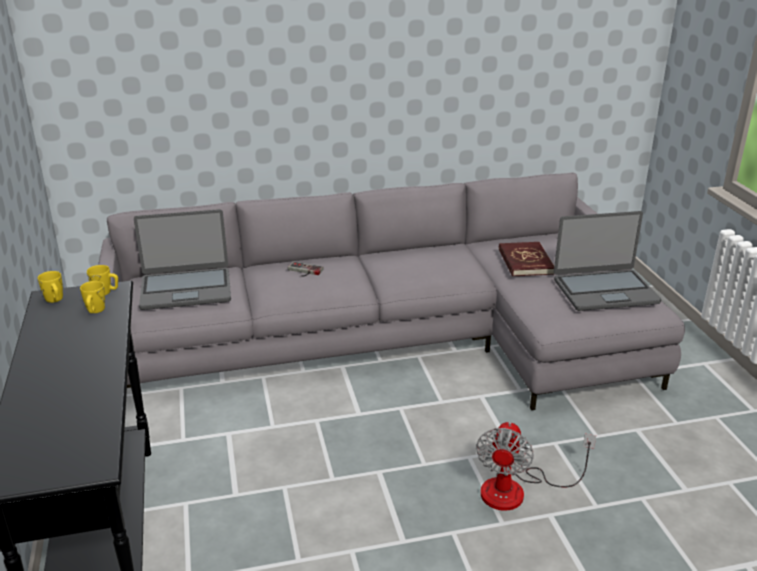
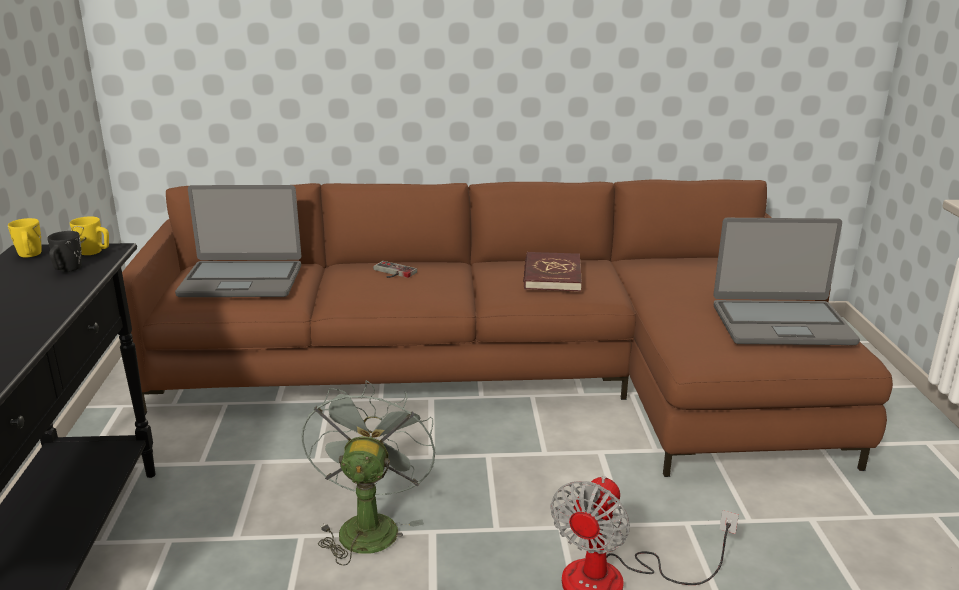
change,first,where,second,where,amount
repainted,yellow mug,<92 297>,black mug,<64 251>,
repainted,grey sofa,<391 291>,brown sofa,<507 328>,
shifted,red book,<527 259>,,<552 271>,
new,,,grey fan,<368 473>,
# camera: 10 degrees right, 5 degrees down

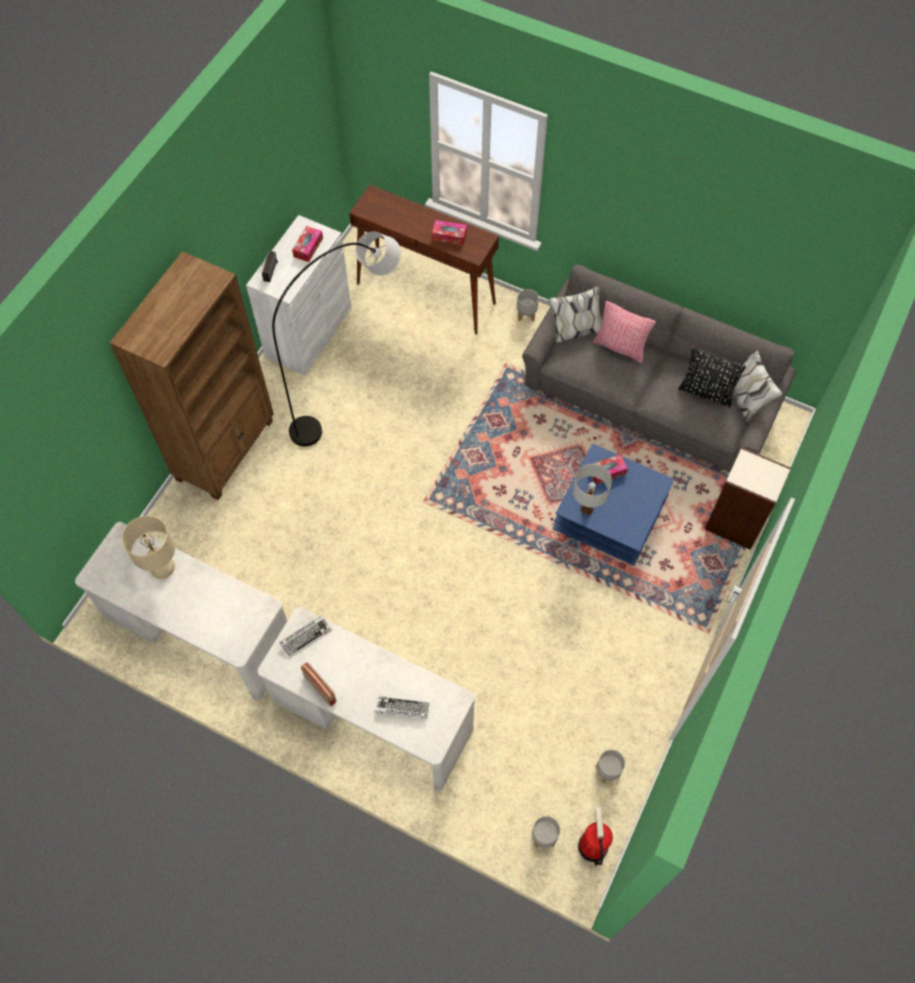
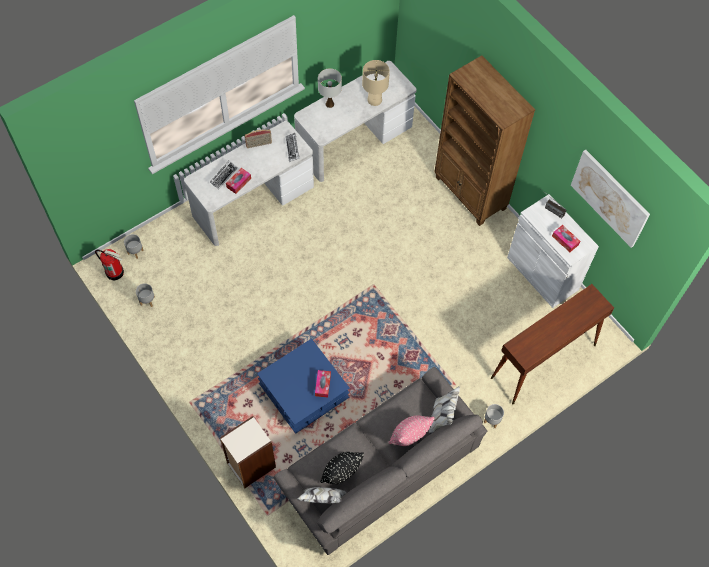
change,first,where,second,where,amount
gone,grey floor lamp,<336 338>,,,
shifted,tissue box,<449 232>,,<238 181>,
shifted,white table lamp,<592 489>,,<330 88>,
new,,,picture,<610 199>,
# camera: 115 degrees right, 0 degrees up

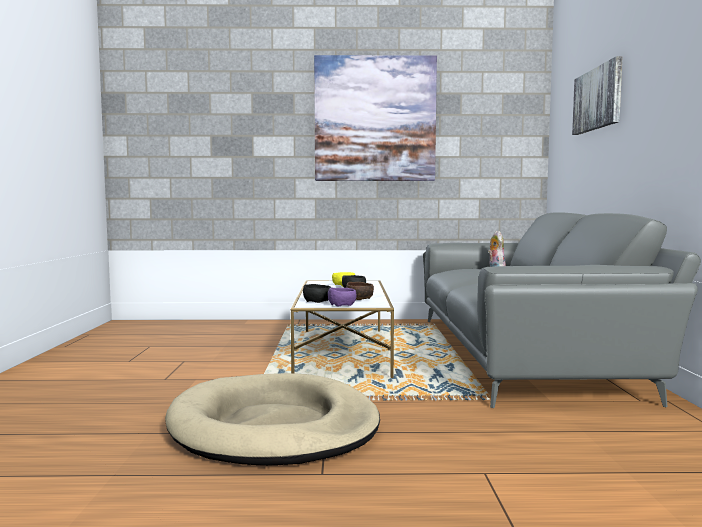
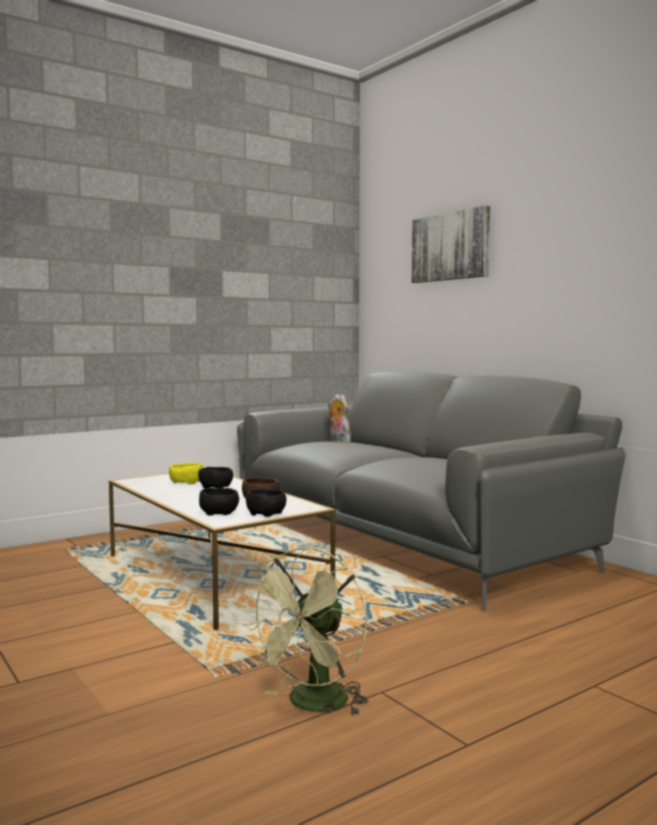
change,first,where,second,where,amount
swapped,beige dog bed,<272 419>,green fan,<305 631>,
gone,picture,<375 118>,,,
repainted,purple bowl,<342 297>,black bowl,<266 503>,
# camera: 35 degrees left, 0 degrees up

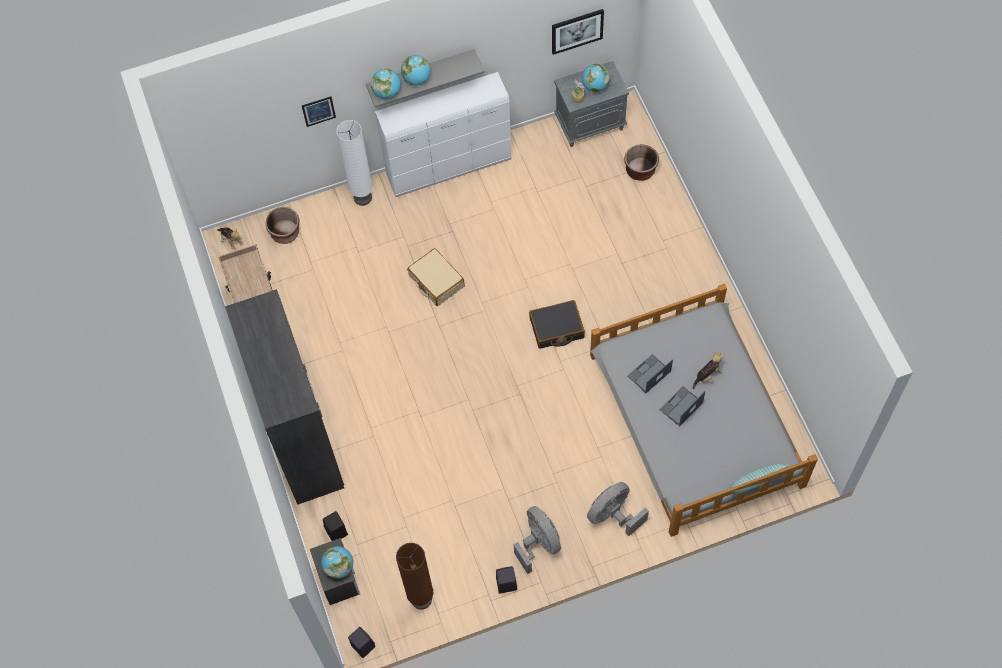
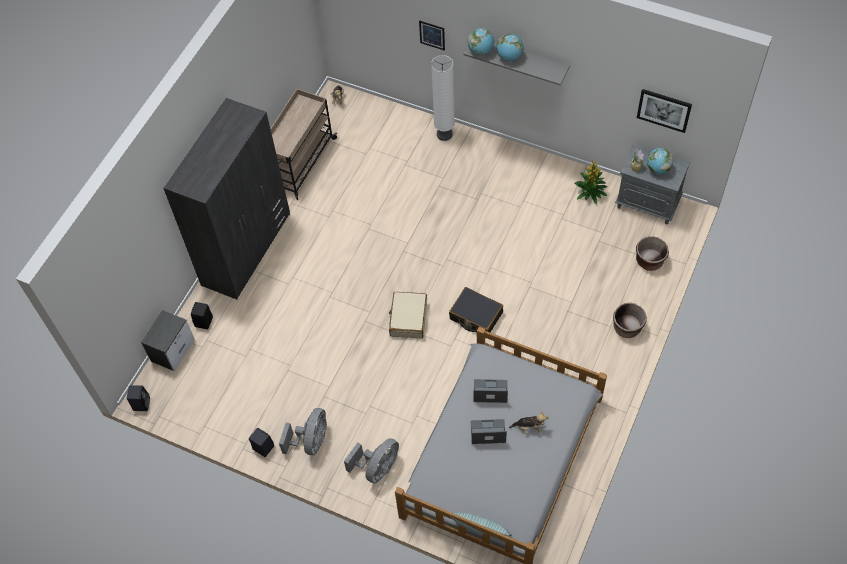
change,first,where,second,where,amount
shifted,brown planter,<282 225>,,<630 320>,
gone,globe,<337 562>,,,
gone,white dresser,<443 134>,,,
gone,brown floor lamp,<415 576>,,,
shifted,beige suitcase,<436 277>,,<408 315>,
rotated,grey fan,<618 509>,,<371 460>,120 degrees clockwise
new,,,potted plant,<590 182>,
# camera: 45 degrees right, 5 degrees down

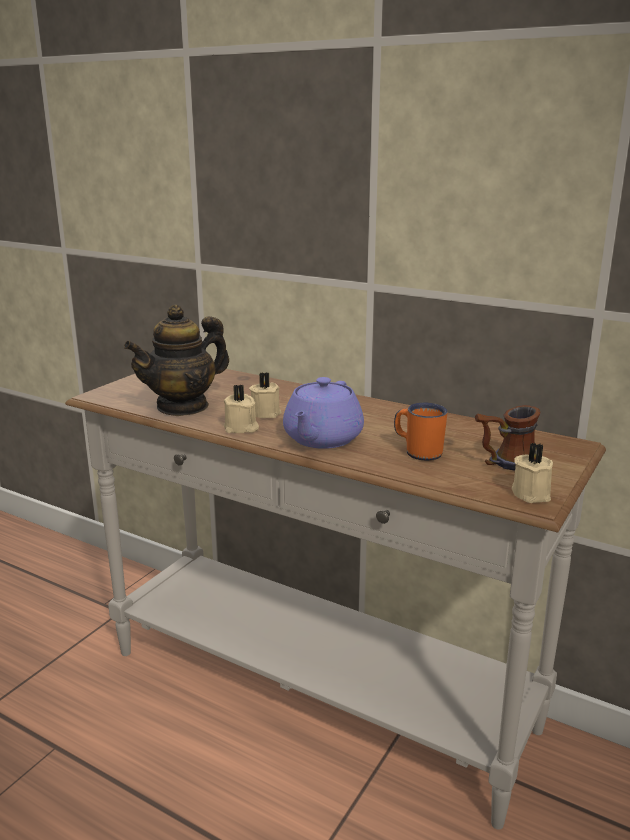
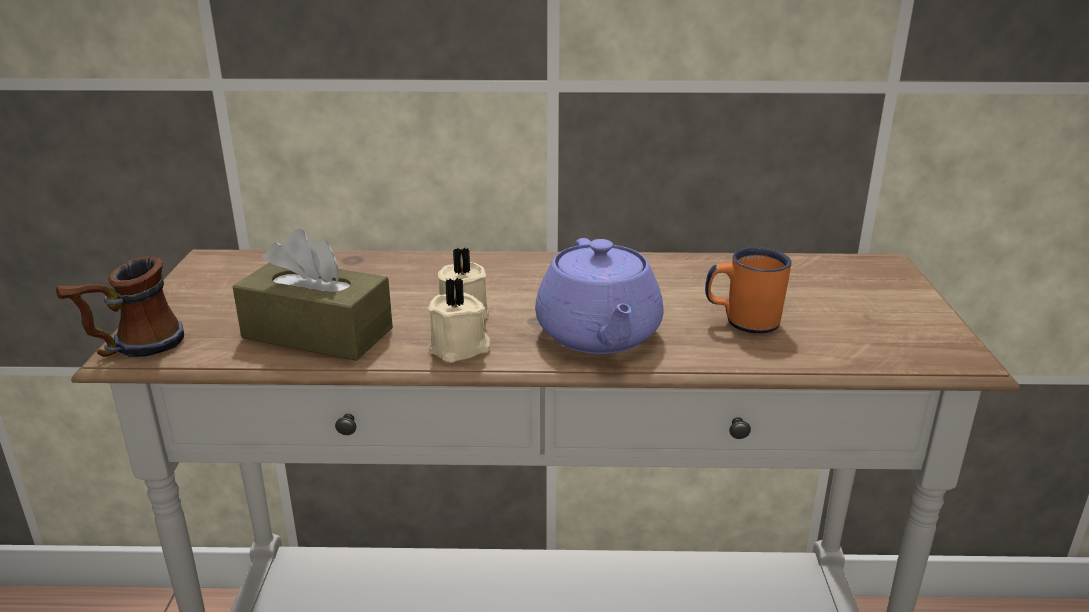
change,first,where,second,where,amount
swapped,teapot,<176 360>,brown tissue box,<312 295>,
shifted,mug,<508 438>,,<120 306>,
gone,beige candle,<532 472>,,,
# camera: 30 degrees left, 5 degrees up

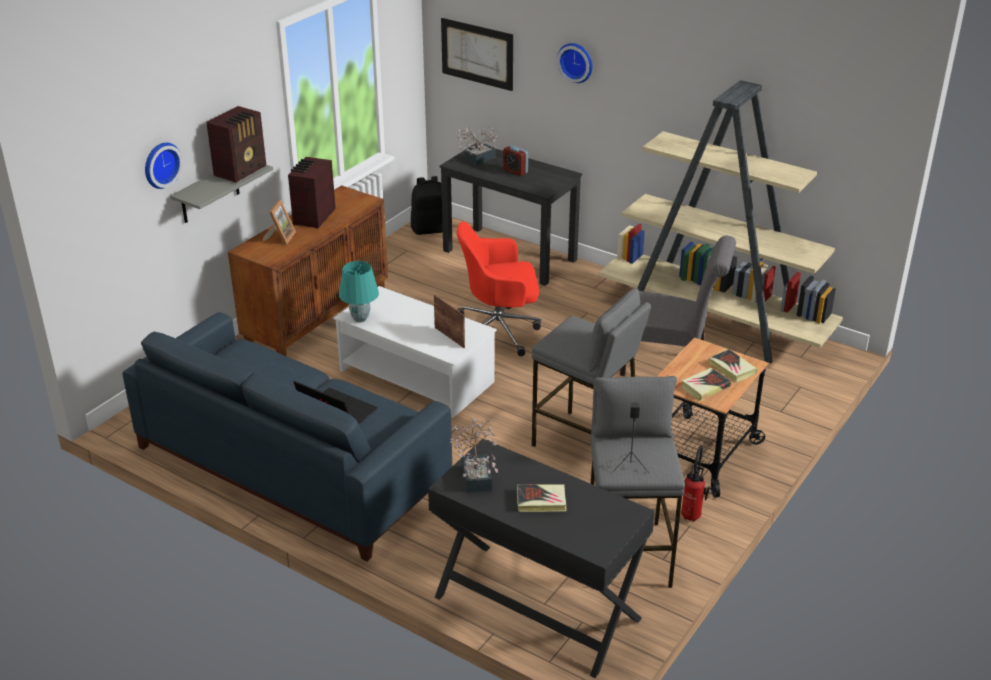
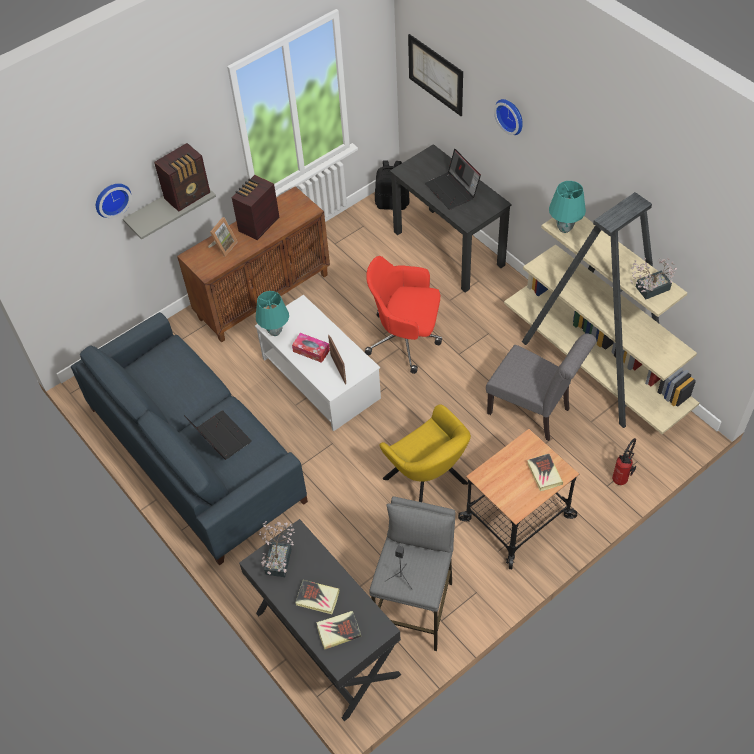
change,first,where,second,where,amount
shifted,potted plant,<477 145>,,<653 278>,
swapped,alarm clock,<515 160>,laptop,<453 179>,
swapped,grey stool,<591 367>,yellow armchair,<425 453>,
shifted,fire extinguisher,<695 483>,,<624 461>,
shifted,book,<706 384>,,<338 630>,
new,,,tissue box,<311 348>,
new,,,turquoise table lamp,<567 207>,
# camera: 20 degrees right, 20 degrees up

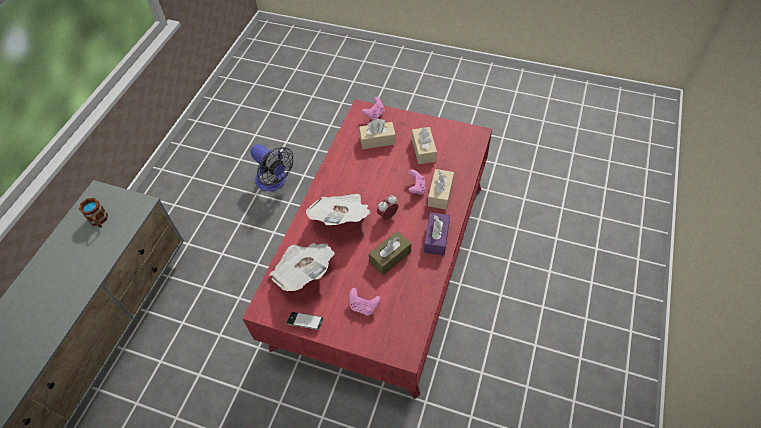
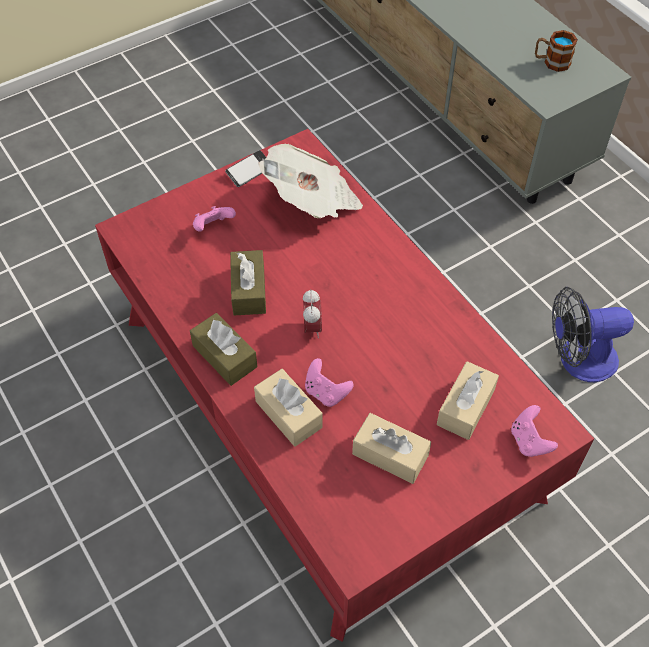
change,first,where,second,where,amount
gone,newspaper,<338 209>,,,
repainted,purple tissue box,<437 234>,brown tissue box,<223 349>,
# camera: 125 degrees right, 0 degrees up

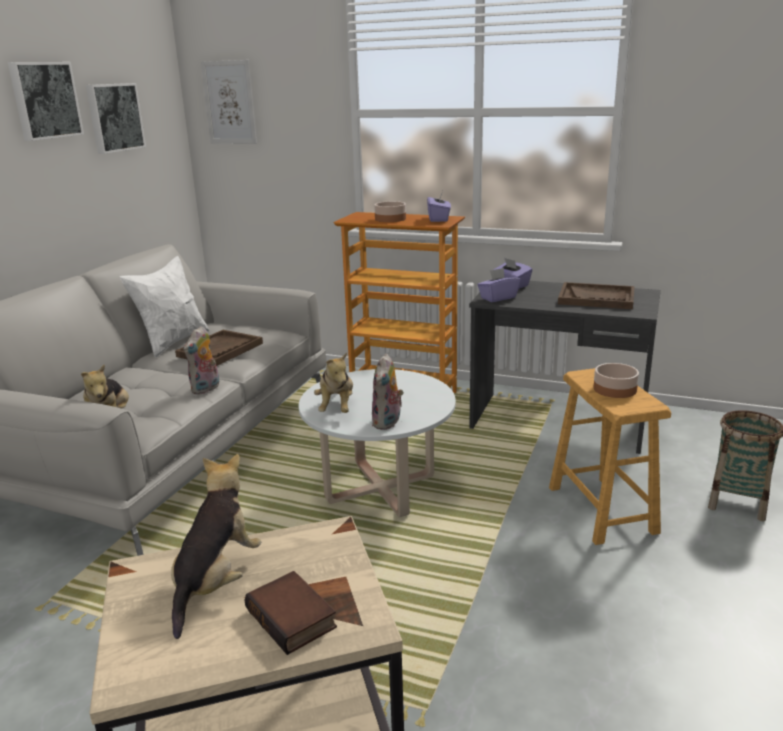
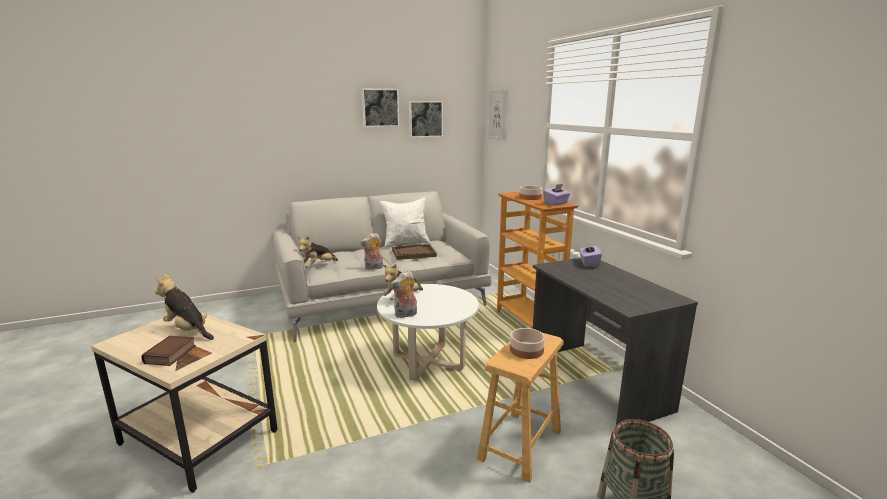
change,first,where,second,where,amount
rotated,plush toy,<216 546>,,<184 307>,120 degrees counterclockwise
gone,purple tissue box,<498 285>,,,
gone,brown tray,<596 295>,,,
# camera: 45 degrees right, 5 degrees down

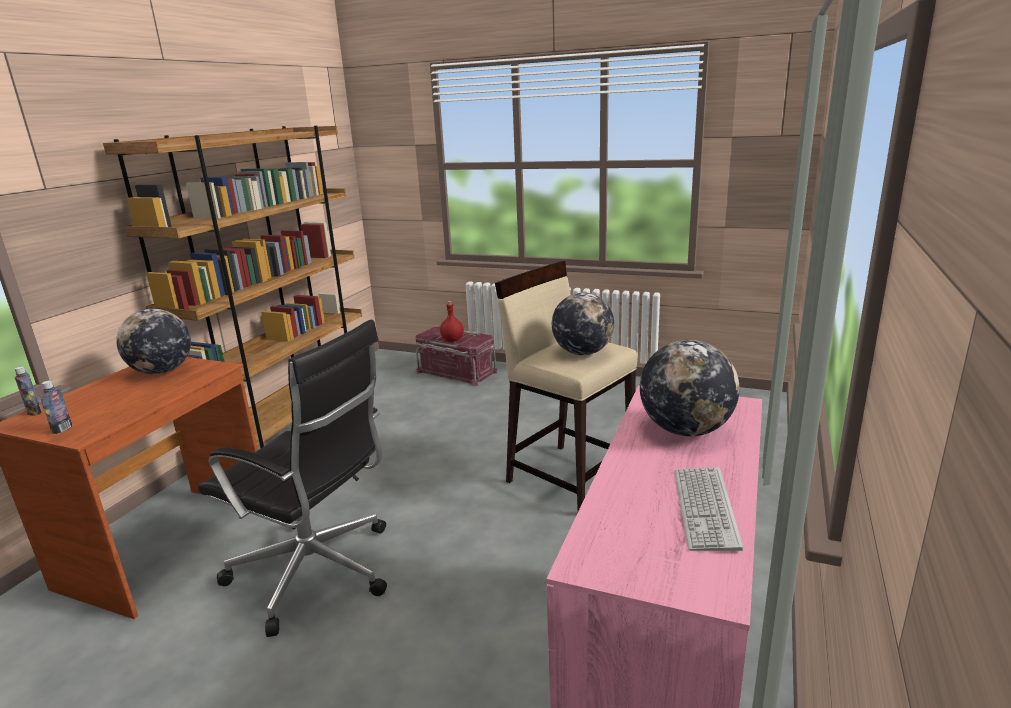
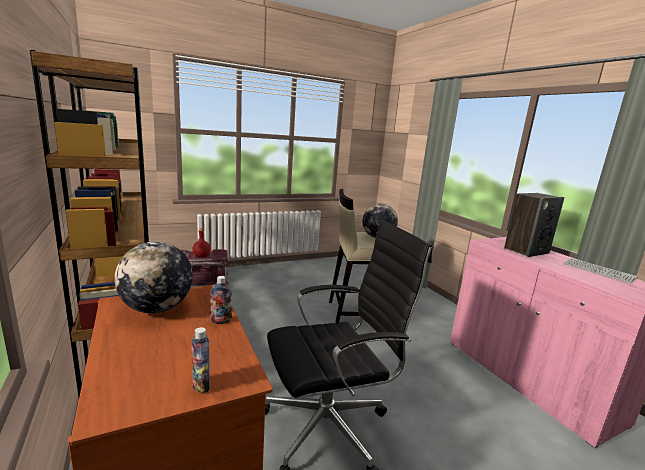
change,first,where,second,where,amount
shifted,bottle,<28 391>,,<221 300>,
swapped,globe,<689 388>,speaker,<534 225>,
# camera: 50 degrees left, 5 degrees down

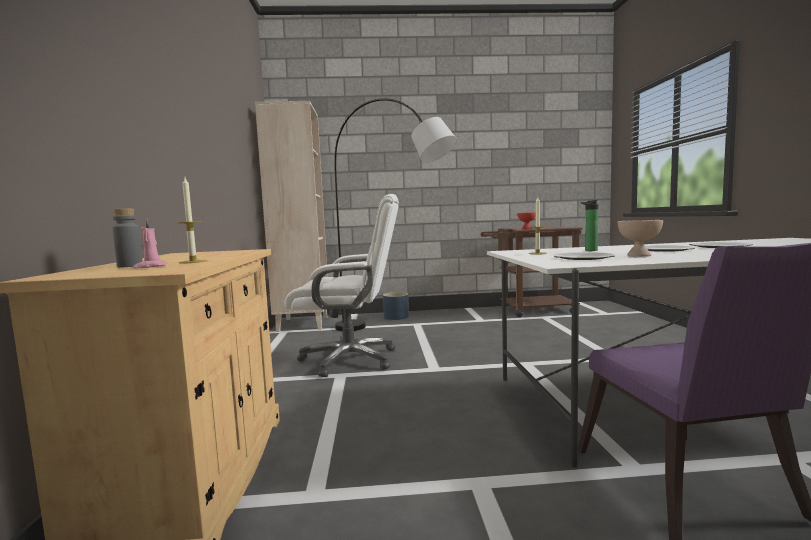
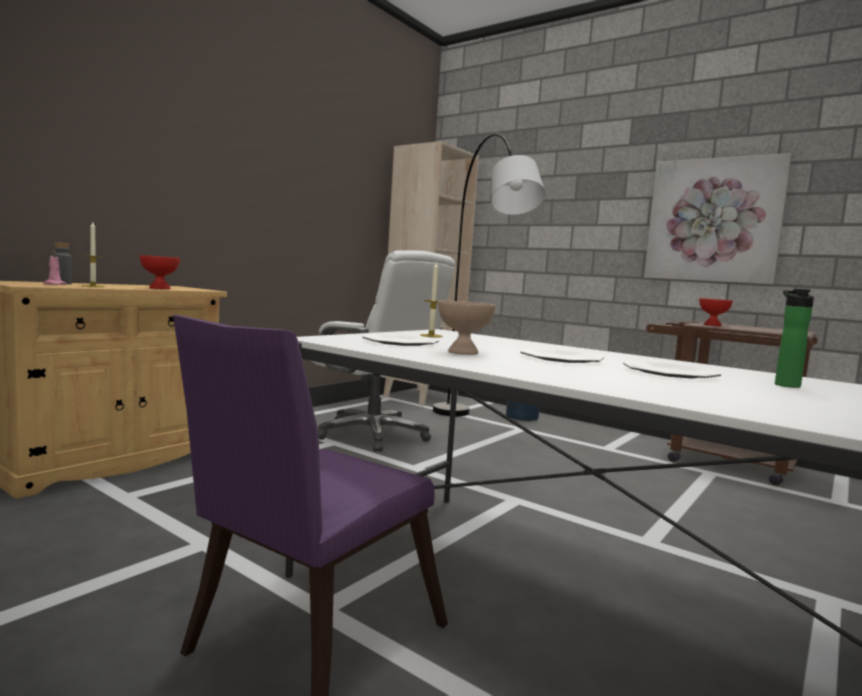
change,first,where,second,where,amount
shifted,bottle,<589 225>,,<794 338>,
new,,,red bowl,<160 272>,
new,,,picture,<718 219>,
# camera: 40 degrees right, 0 degrees up

